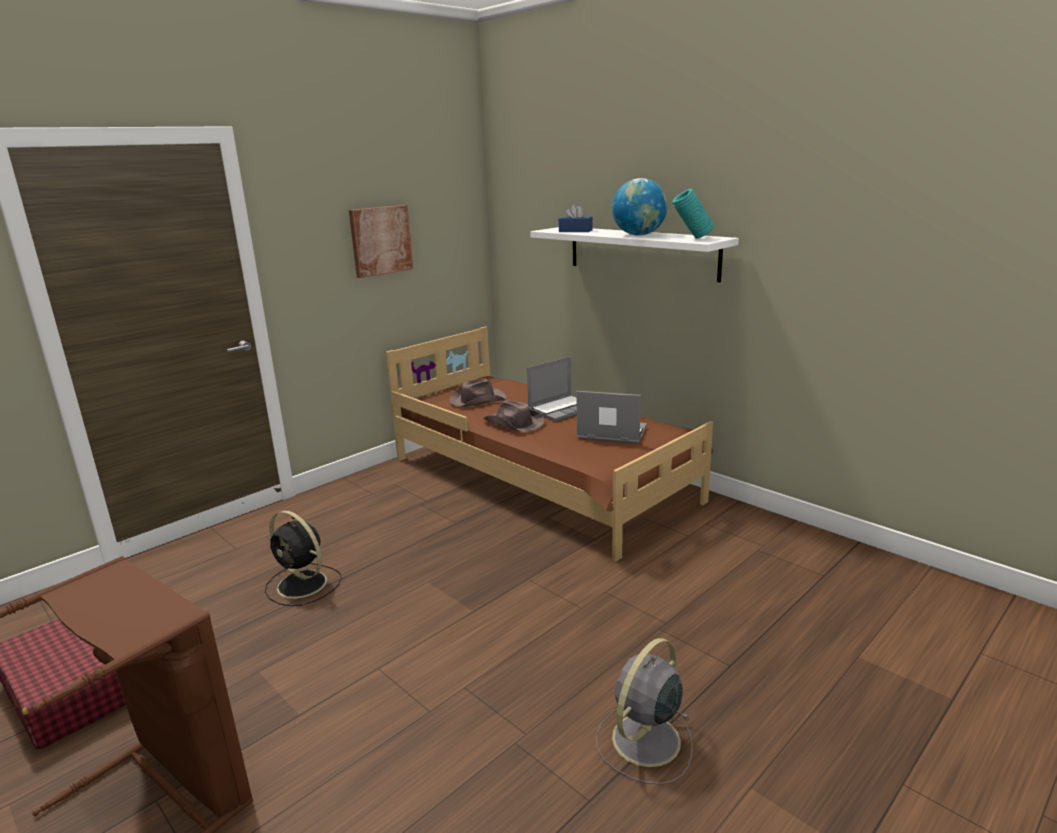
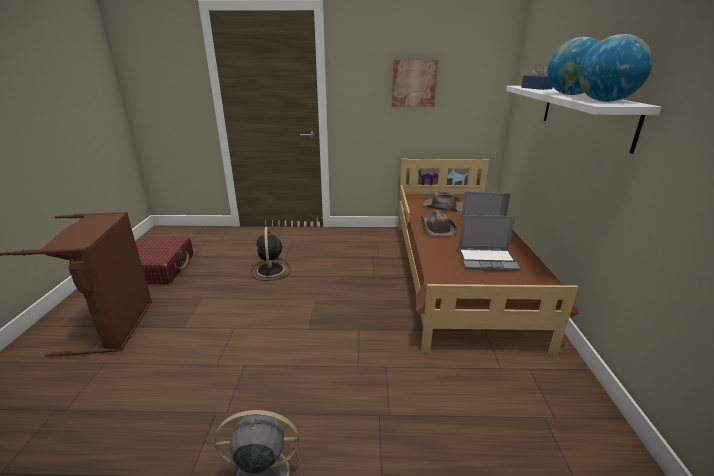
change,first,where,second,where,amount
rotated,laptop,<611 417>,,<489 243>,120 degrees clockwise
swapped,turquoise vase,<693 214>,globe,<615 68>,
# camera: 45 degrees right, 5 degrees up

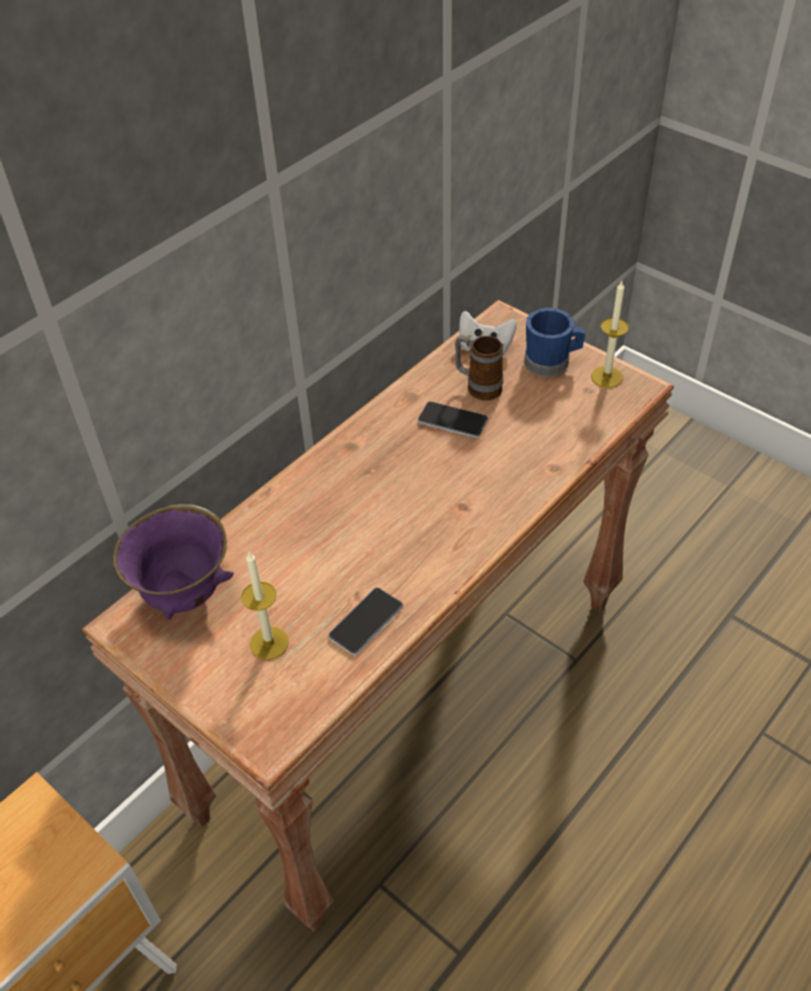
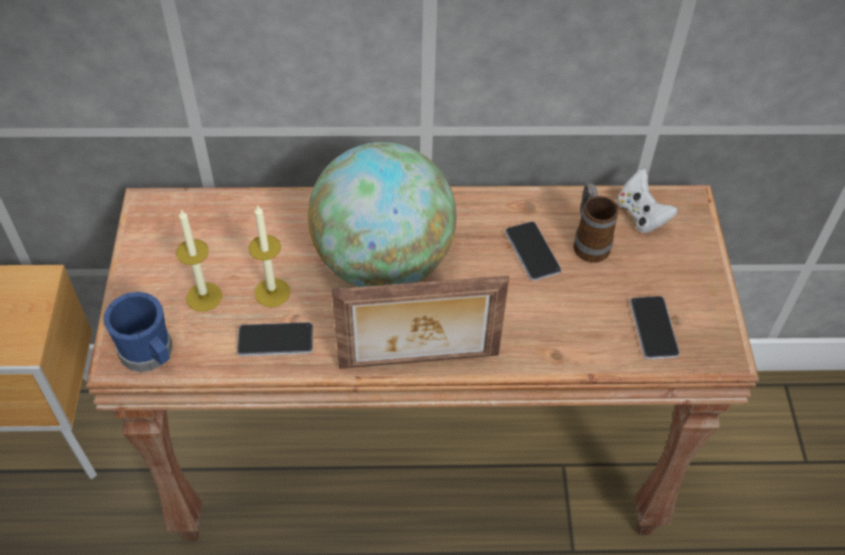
change,first,where,second,where,amount
gone,purple bowl,<173 562>,,,
shifted,blue mug,<554 342>,,<138 332>,
shifted,candle,<610 334>,,<269 255>,
new,,,globe,<382 214>,
new,,,picture frame,<420 322>,
new,,,phone,<655 327>,
# camera: 45 degrees right, 5 degrees up

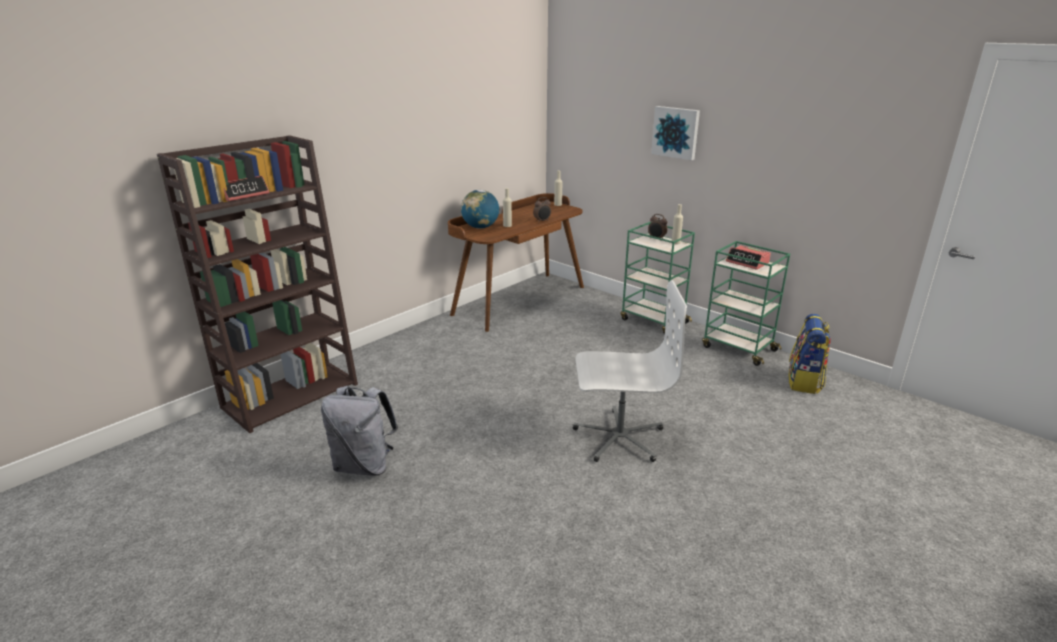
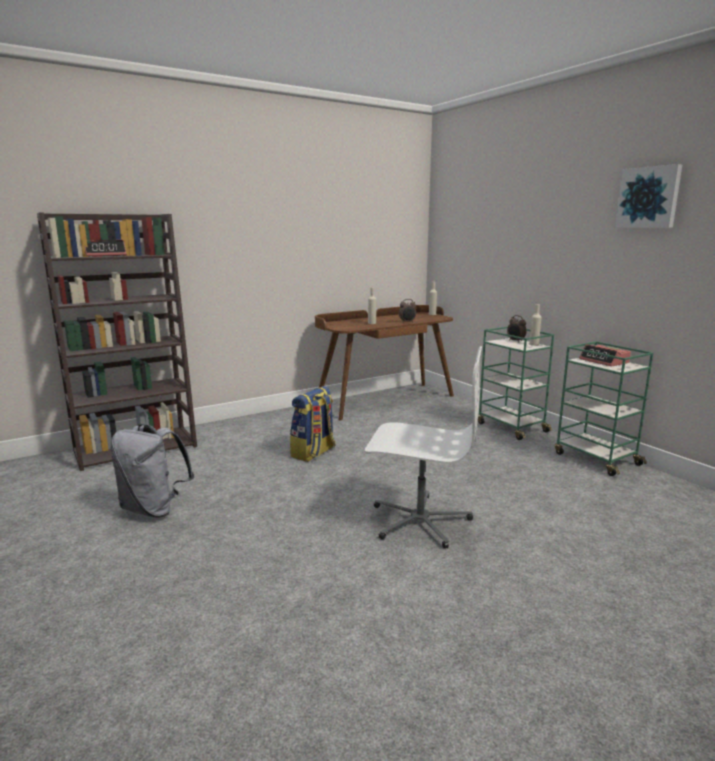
change,first,where,second,where,amount
gone,globe,<480 209>,,,
shifted,picture,<675 133>,,<648 196>,
shifted,backpack,<809 354>,,<313 424>,
# camera: 15 degrees right, 10 degrees down

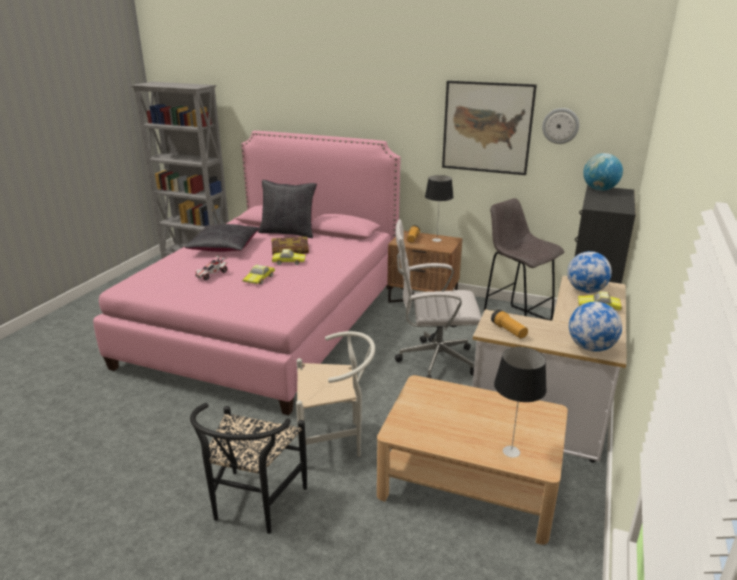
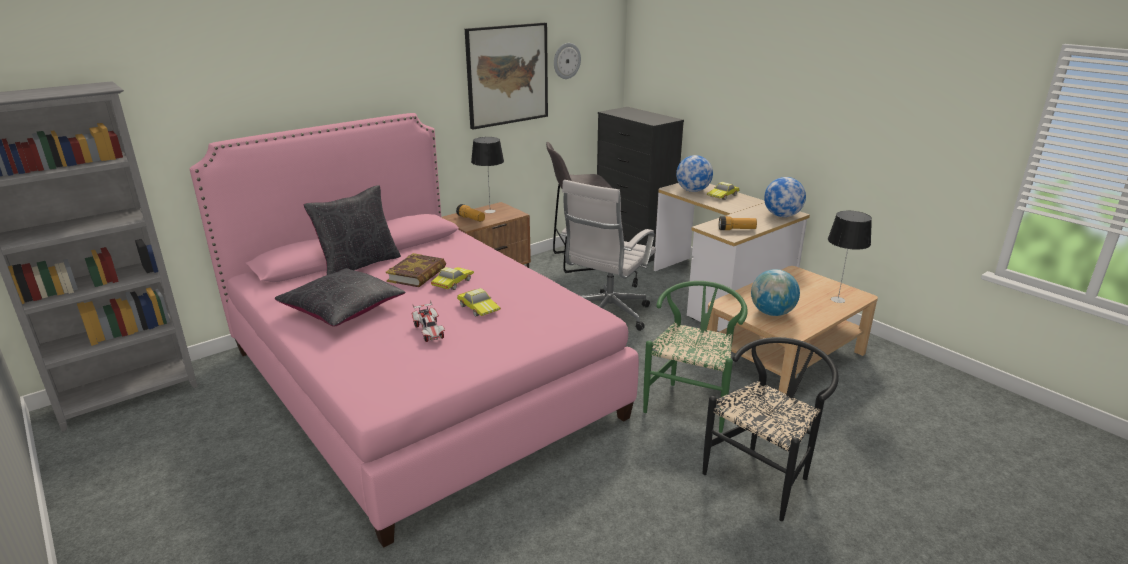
change,first,where,second,where,amount
rotated,black chair,<248 468>,,<771 429>,90 degrees counterclockwise
repainted,white chair,<335 394>,green chair,<695 357>,
shifted,globe,<603 172>,,<775 292>,
# camera: 60 degrees left, 0 degrees up

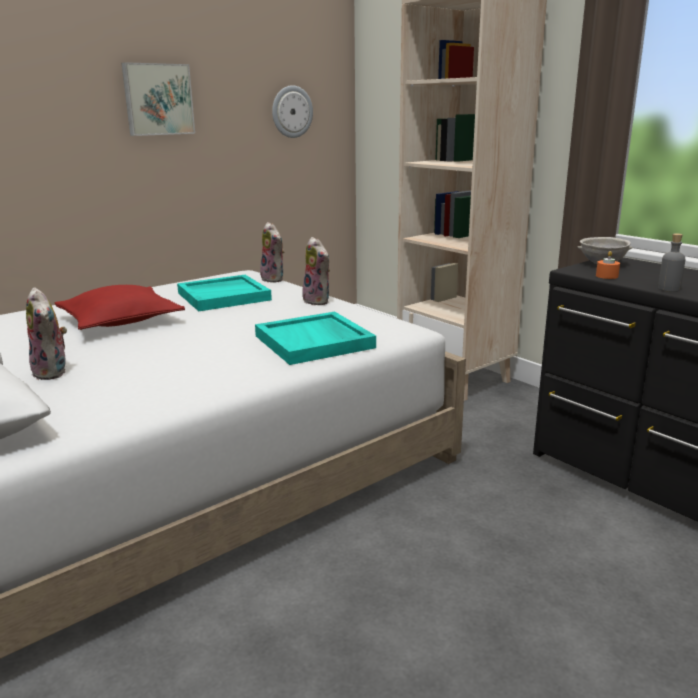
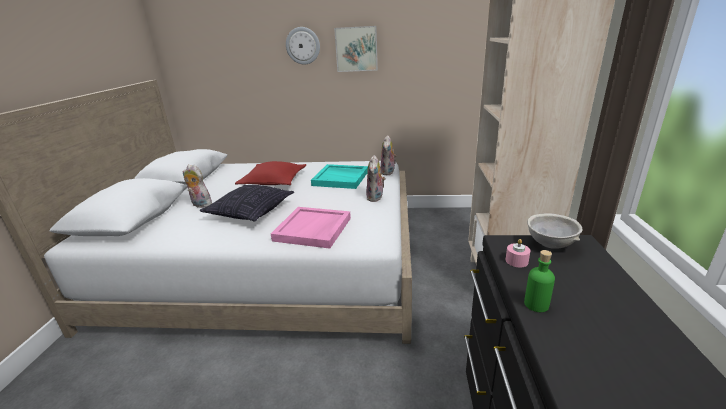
change,first,where,second,where,amount
rotated,plush toy,<46 333>,,<197 186>,105 degrees clockwise
repainted,turquoise tray,<315 338>,pink tray,<311 228>,
shifted,wall clock,<292 111>,,<303 45>,
repainted,orange candle,<608 265>,pink candle,<517 253>,
repainted,grey bottle,<672 262>,green bottle,<539 281>,
new,,,pillow,<246 203>,
# camera: 45 degrees right, 5 degrees up

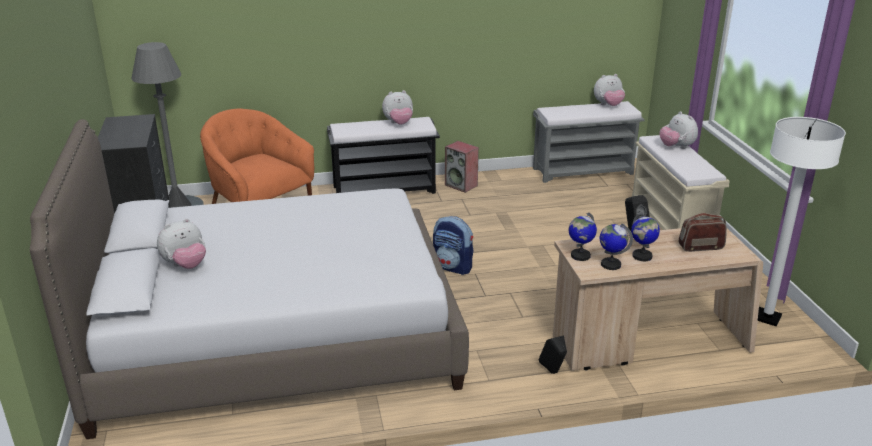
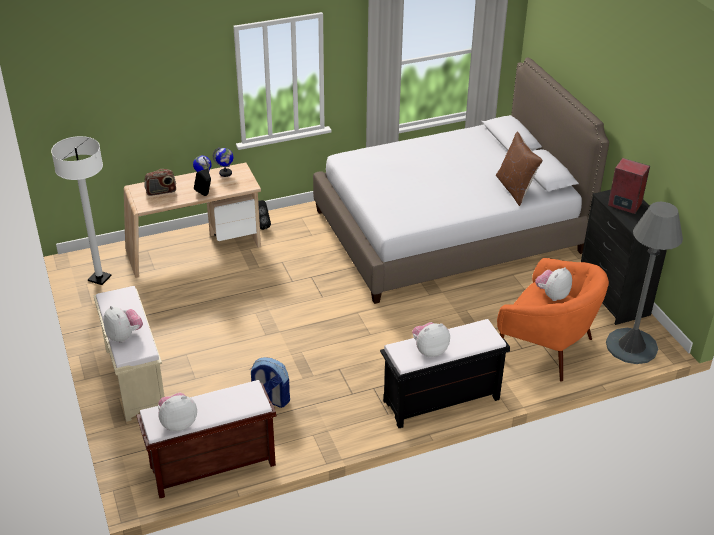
change,first,where,second,where,amount
shifted,plush toy,<181 243>,,<553 284>,
shifted,backpack,<453 245>,,<270 382>,
shifted,speaker,<462 167>,,<629 186>,
repainted,grey bench,<589 142>,brown bench,<206 439>,
gone,globe,<583 236>,,,
new,,,brown pillow,<519 169>,
# camera: 170 degrees right, 10 degrees up

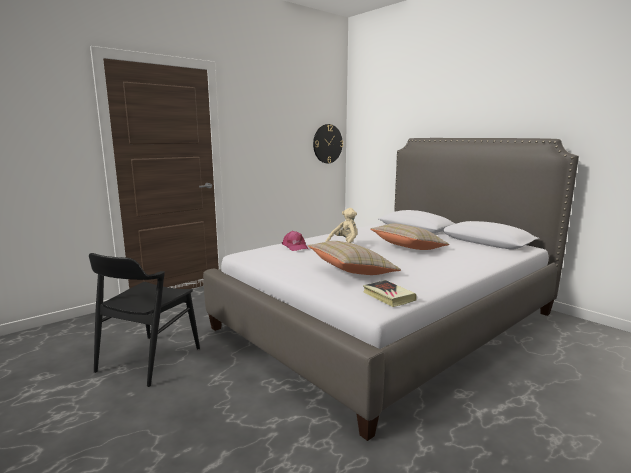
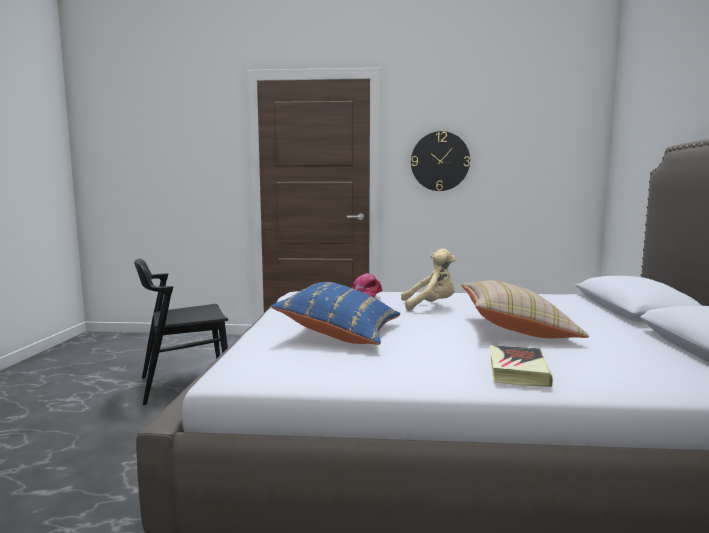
change,first,where,second,where,amount
repainted,beige pillow,<354 258>,blue pillow,<335 313>,
shifted,wall clock,<328 143>,,<440 161>,
shifted,book,<390 293>,,<521 366>,
# camera: 45 degrees right, 5 degrees down

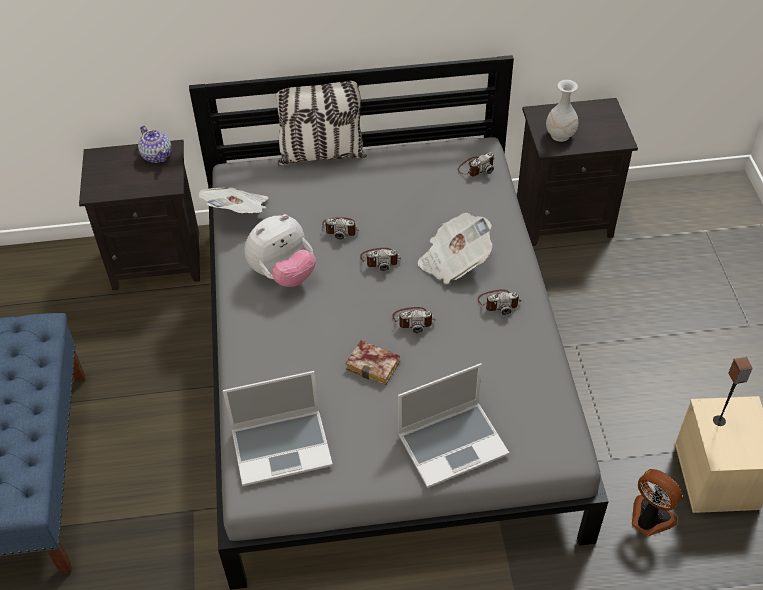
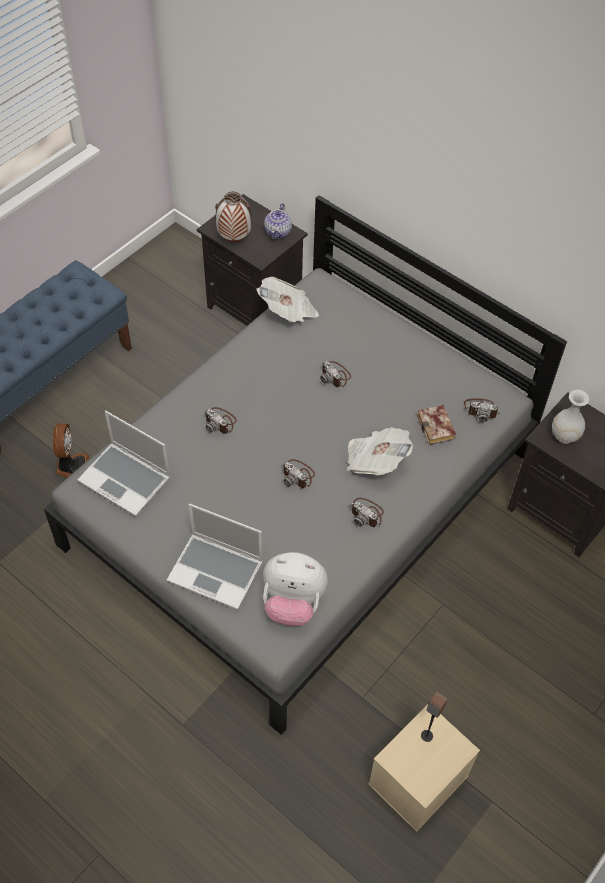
change,first,where,second,where,amount
shifted,plush toy,<280 250>,,<295 589>,
gone,pillow,<321 123>,,,
shifted,book,<372 362>,,<436 425>,
shifted,photo camera,<380 259>,,<220 420>,
shifted,fan,<657 502>,,<71 450>,
new,,,vase,<233 217>,
# camera: 45 degrees right, 5 degrees up

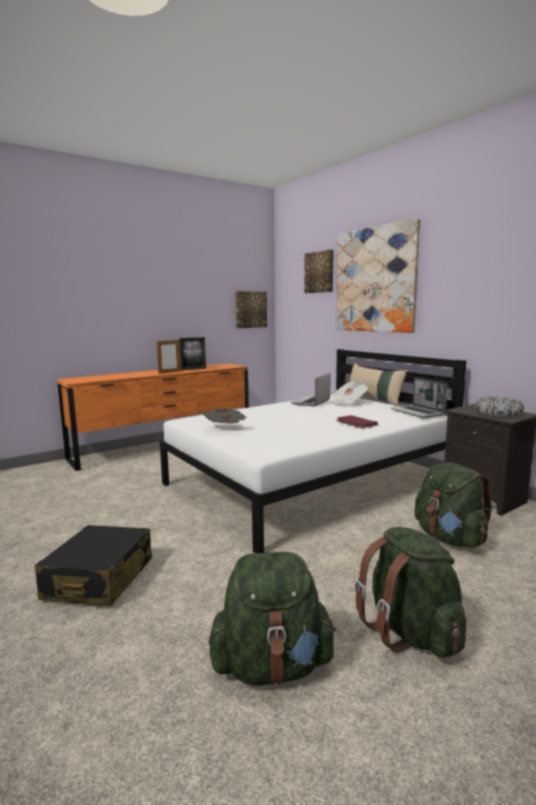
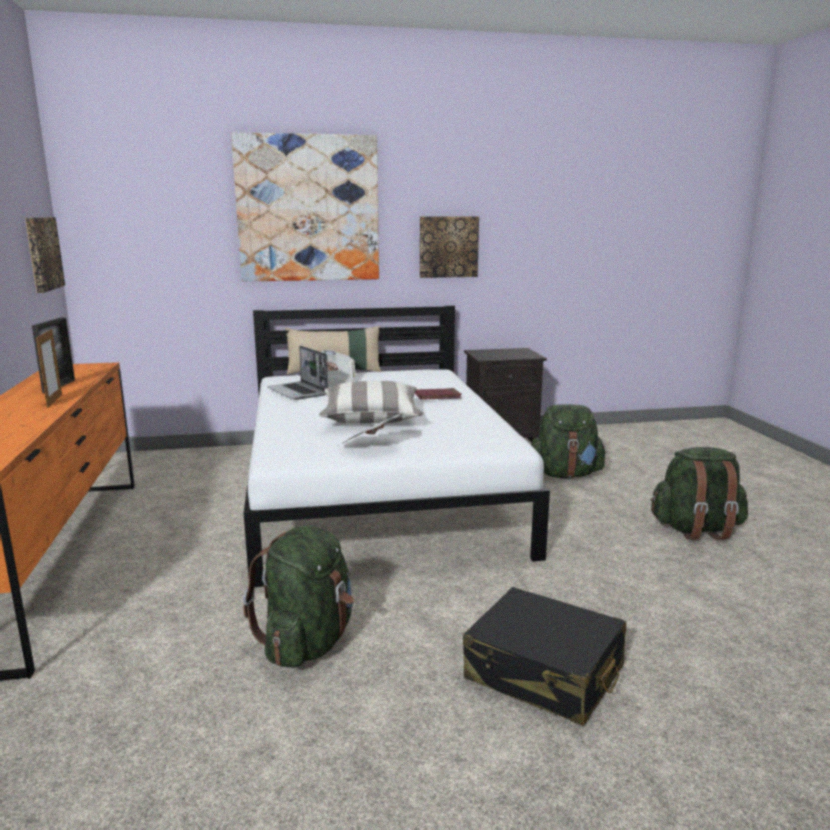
change,first,where,second,where,amount
shifted,green backpack,<273 618>,,<298 597>,
shifted,picture,<318 271>,,<449 247>,
gone,laptop,<419 398>,,,
gone,bowl,<499 407>,,,
new,,,pillow,<371 402>,
# camera: 65 degrees left, 5 degrees up

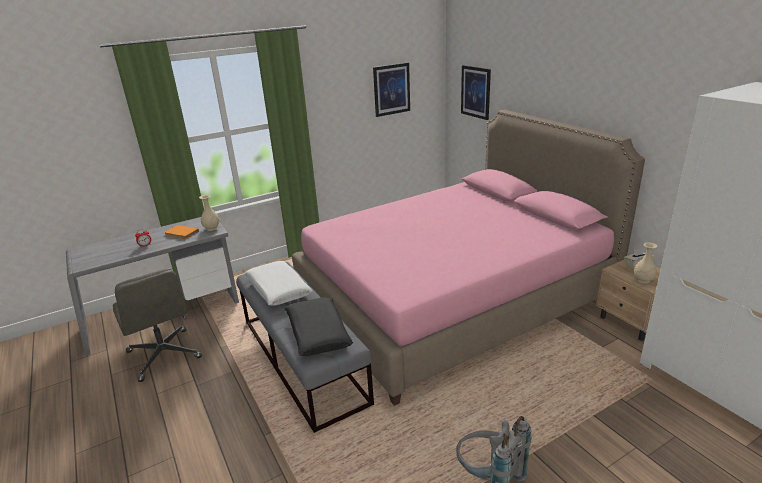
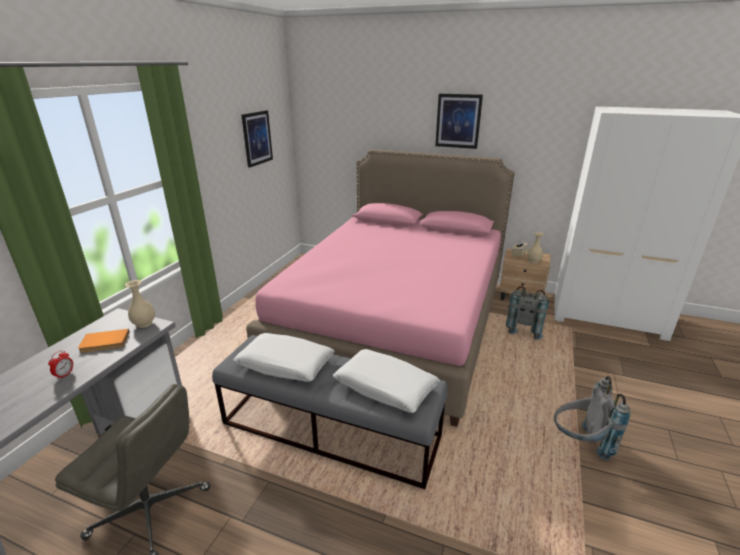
change,first,where,second,where,amount
repainted,black pillow,<319 326>,white pillow,<386 381>,
shifted,picture,<476 92>,,<459 121>,
new,,,grey backpack,<527 313>,
# camera: 40 degrees left, 0 degrees up

